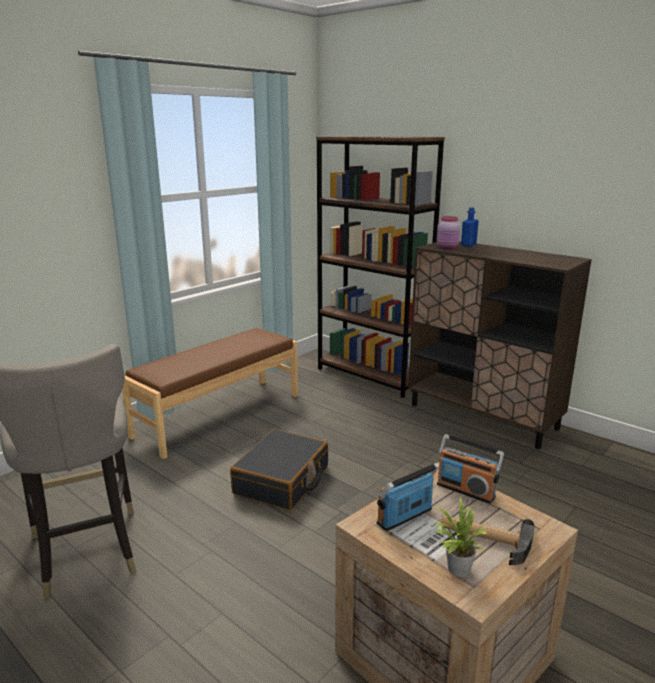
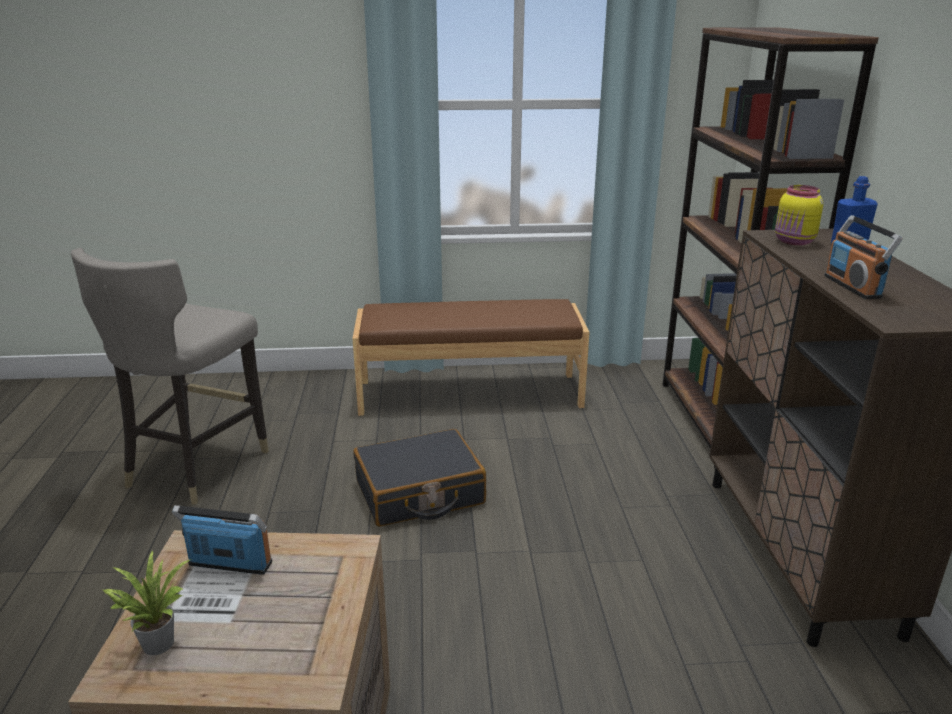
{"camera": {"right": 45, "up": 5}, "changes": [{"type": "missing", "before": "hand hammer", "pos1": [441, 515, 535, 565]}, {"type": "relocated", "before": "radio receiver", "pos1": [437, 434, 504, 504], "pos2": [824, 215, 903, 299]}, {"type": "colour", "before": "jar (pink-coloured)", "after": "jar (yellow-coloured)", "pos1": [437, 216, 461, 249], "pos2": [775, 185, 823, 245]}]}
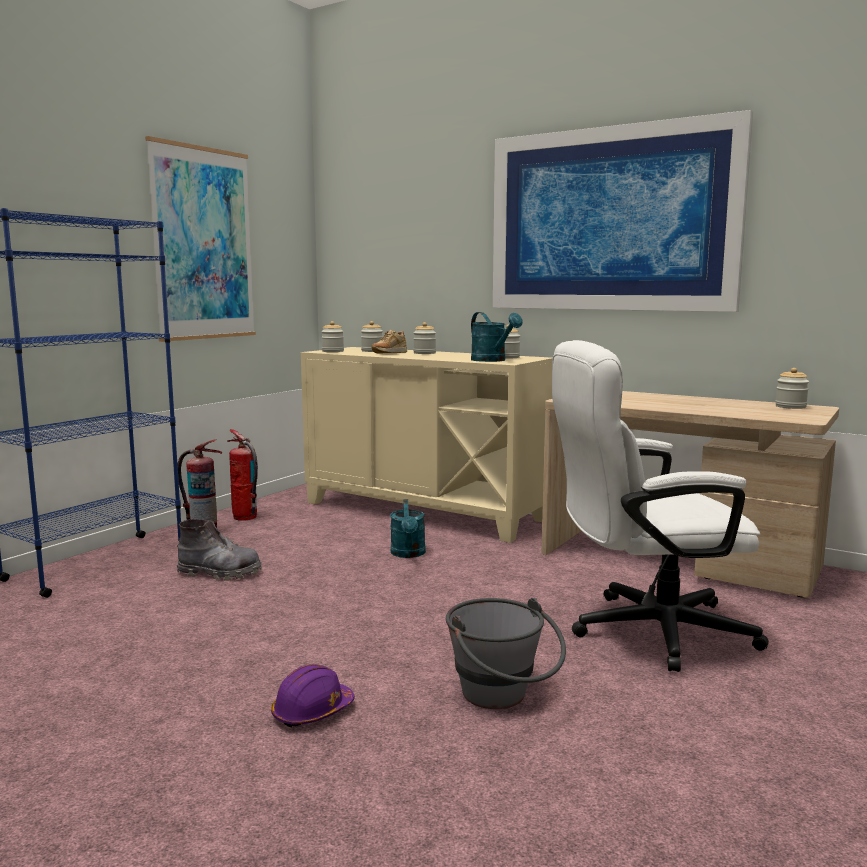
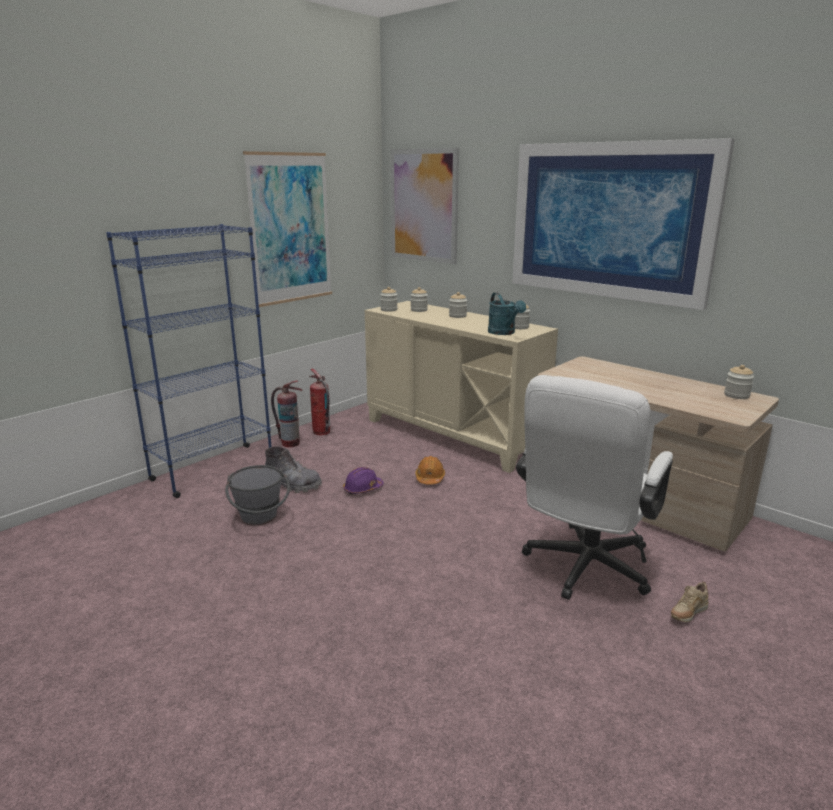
{"camera": {"right": 10, "up": 10}, "changes": [{"type": "appeared", "after": "wall art", "pos2": [391, 148, 459, 264]}, {"type": "relocated", "before": "safety helmet (purple-coloured)", "pos1": [271, 664, 354, 727], "pos2": [343, 467, 384, 495]}, {"type": "relocated", "before": "item of footwear (beige-coloured)", "pos1": [371, 330, 407, 354], "pos2": [671, 581, 708, 622]}, {"type": "relocated", "before": "bucket (grey)", "pos1": [446, 598, 566, 709], "pos2": [225, 465, 290, 525]}, {"type": "exchanged", "before": "sprinkling can (blue-green)", "after": "safety helmet (orange-coloured)", "pos1": [390, 499, 426, 558], "pos2": [415, 456, 445, 485]}, {"type": "spun", "before": "desk chair (whitish)", "pos1": [552, 340, 769, 672], "pos2": [516, 375, 673, 600], "turn": -60}]}
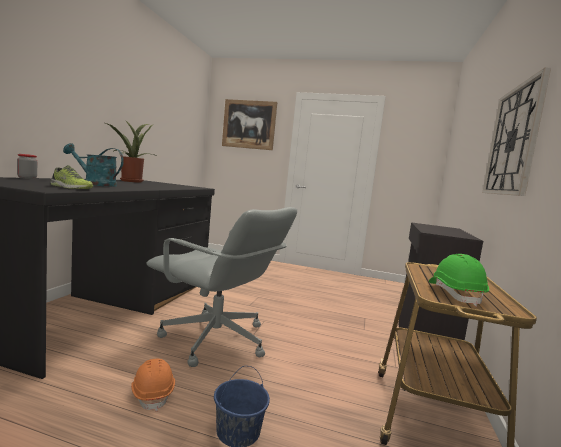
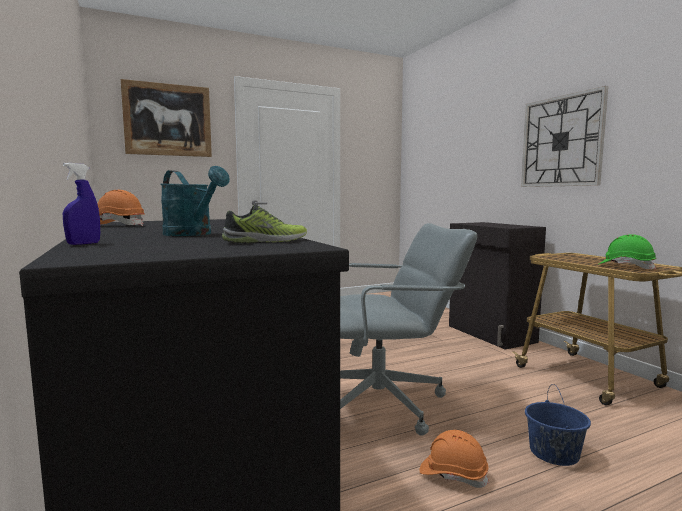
{"camera": {"right": -40, "up": 0}, "changes": [{"type": "exchanged", "before": "jar", "after": "spray bottle (blue)", "pos1": [17, 154, 37, 179], "pos2": [63, 163, 100, 245]}, {"type": "exchanged", "before": "plant in a pot", "after": "safety helmet (orange-coloured)", "pos1": [105, 121, 158, 182], "pos2": [98, 190, 145, 226]}, {"type": "spun", "before": "sprinkling can (blue-green)", "pos1": [63, 143, 124, 187], "pos2": [160, 166, 230, 236], "turn": -105}]}
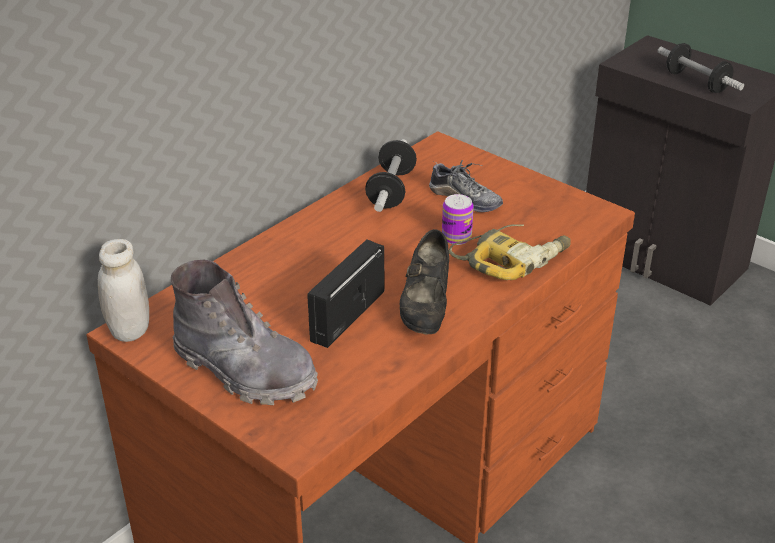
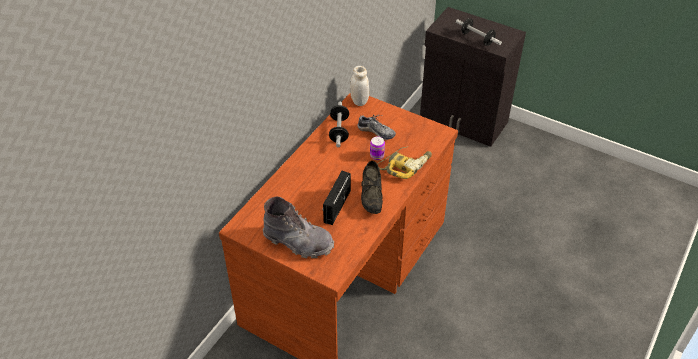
{"camera": {"right": -10, "up": 10}, "changes": [{"type": "relocated", "before": "jar (whitish)", "pos1": [98, 239, 149, 342], "pos2": [350, 66, 369, 106]}]}
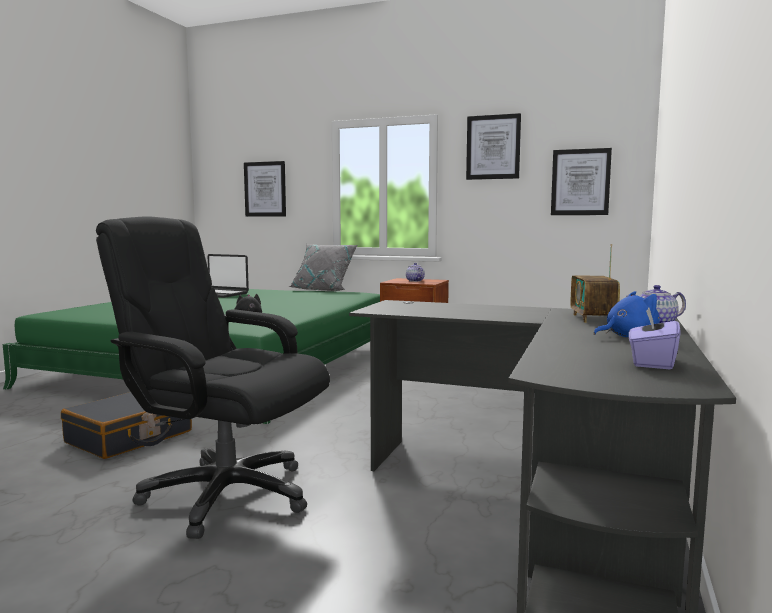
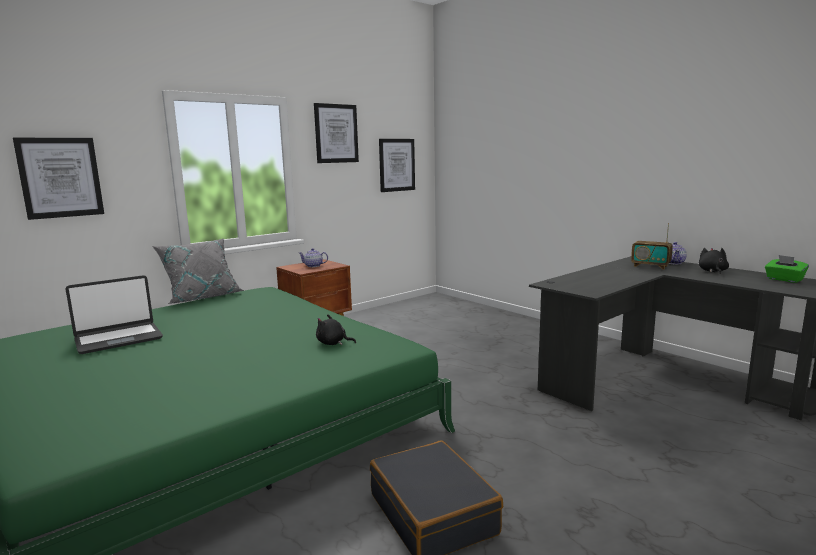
{"camera": {"right": -60, "up": 5}, "changes": [{"type": "missing", "before": "desk chair (black-coloured)", "pos1": [96, 216, 330, 539]}, {"type": "colour", "before": "plush toy (blue)", "after": "plush toy (black-coloured)", "pos1": [594, 291, 660, 337], "pos2": [699, 248, 729, 274]}, {"type": "colour", "before": "box of tissues (purple-coloured)", "after": "box of tissues (green)", "pos1": [629, 308, 681, 369], "pos2": [765, 255, 809, 283]}]}
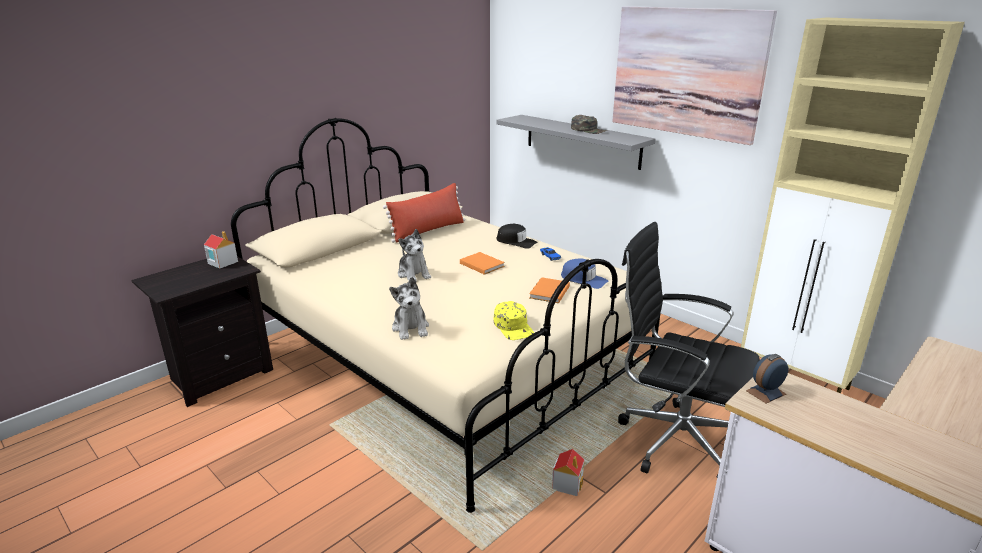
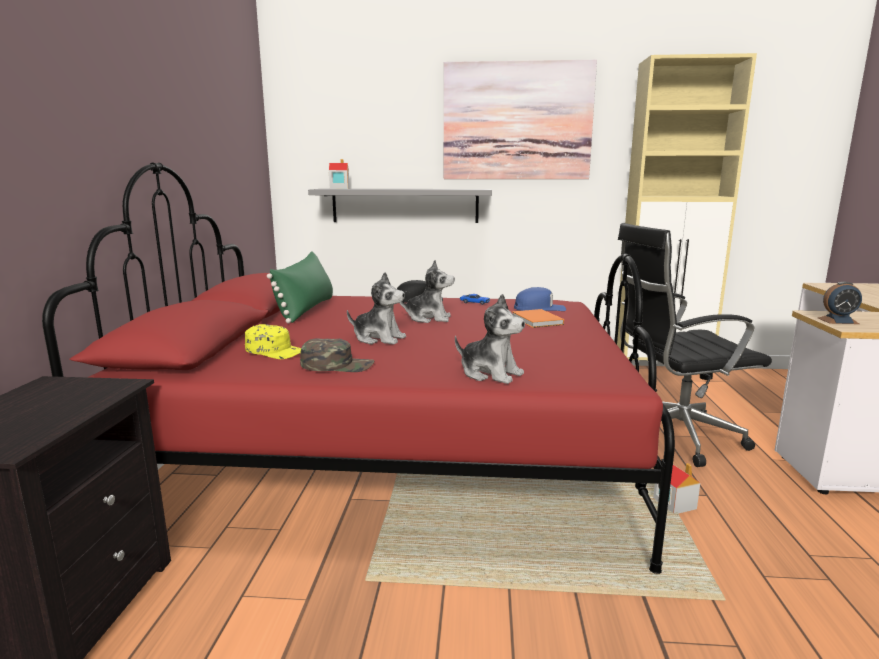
{"camera": {"right": -40, "up": -10}, "changes": [{"type": "relocated", "before": "toy house", "pos1": [204, 231, 238, 269], "pos2": [328, 159, 350, 189]}, {"type": "relocated", "before": "peaked cap (yellow-coloured)", "pos1": [493, 301, 534, 340], "pos2": [245, 324, 301, 359]}, {"type": "relocated", "before": "peaked cap (green)", "pos1": [571, 115, 607, 134], "pos2": [300, 339, 374, 372]}, {"type": "exchanged", "before": "book (orange-coloured)", "after": "plush toy", "pos1": [460, 252, 505, 275], "pos2": [400, 260, 454, 323]}, {"type": "colour", "before": "bed (beige-coloured)", "after": "bed (reddish)", "pos1": [231, 118, 661, 513], "pos2": [42, 162, 675, 574]}, {"type": "colour", "before": "throw pillow (reddish)", "after": "throw pillow (green)", "pos1": [383, 183, 465, 243], "pos2": [267, 251, 333, 323]}, {"type": "spun", "before": "bedside clock", "pos1": [746, 354, 789, 403], "pos2": [818, 282, 862, 324], "turn": -105}]}
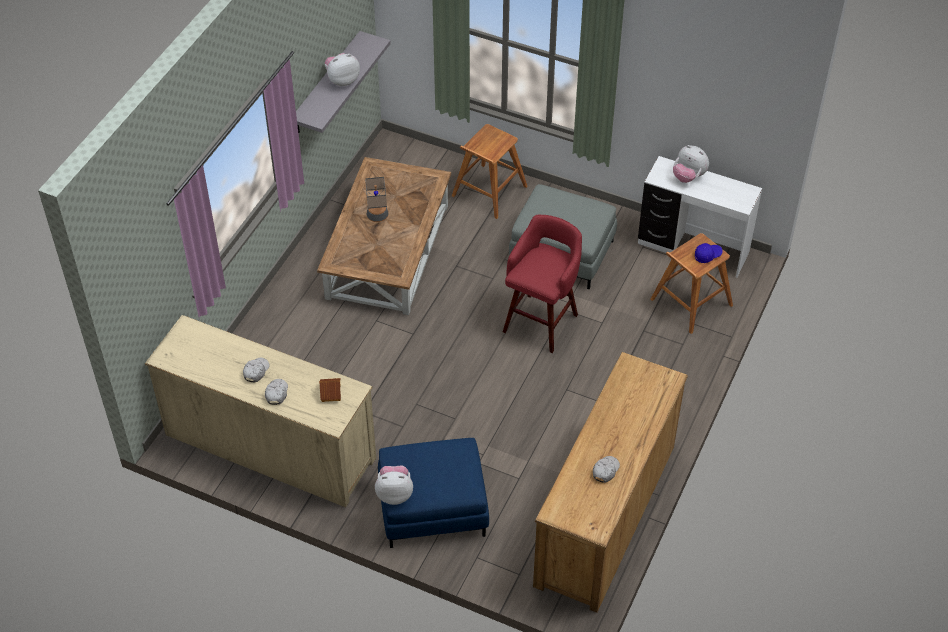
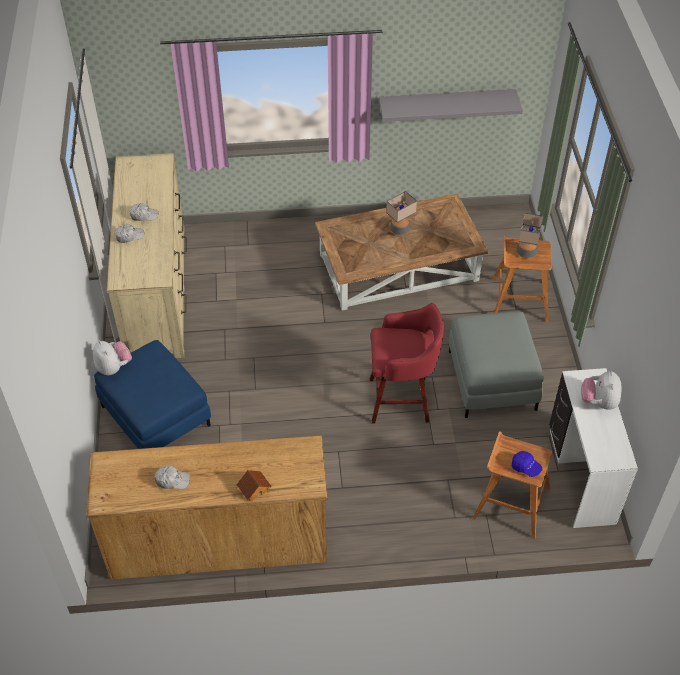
{"camera": {"right": 60, "up": 0}, "changes": [{"type": "missing", "before": "plush toy", "pos1": [325, 53, 360, 87]}, {"type": "appeared", "after": "tabletop lamp", "pos2": [516, 213, 543, 258]}, {"type": "relocated", "before": "toy house", "pos1": [319, 378, 341, 402], "pos2": [237, 470, 272, 502]}]}
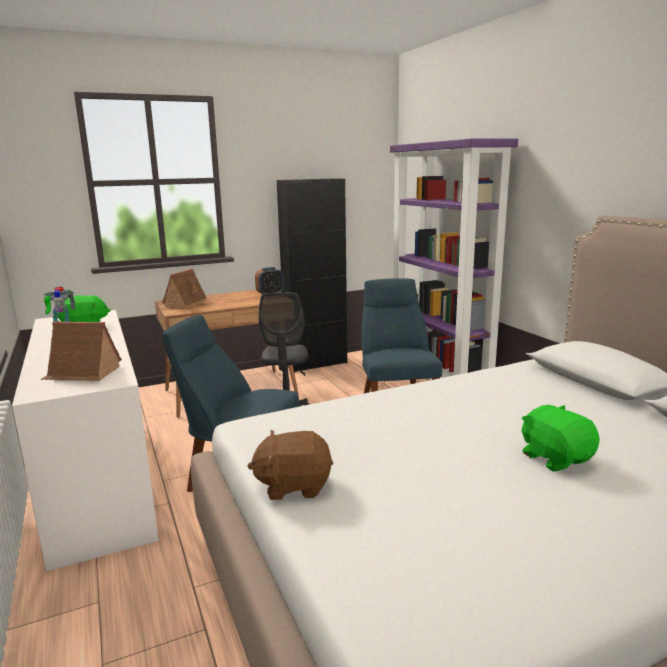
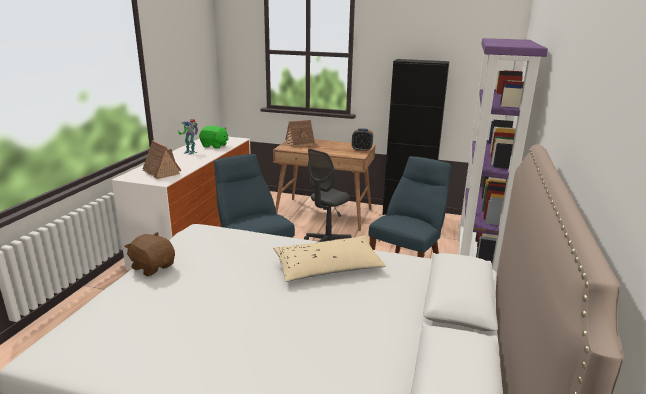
{"camera": {"right": 40, "up": 5}, "changes": [{"type": "missing", "before": "plush toy (green)", "pos1": [521, 405, 600, 471]}, {"type": "appeared", "after": "throw pillow (beige-coloured)", "pos2": [273, 235, 386, 282]}]}
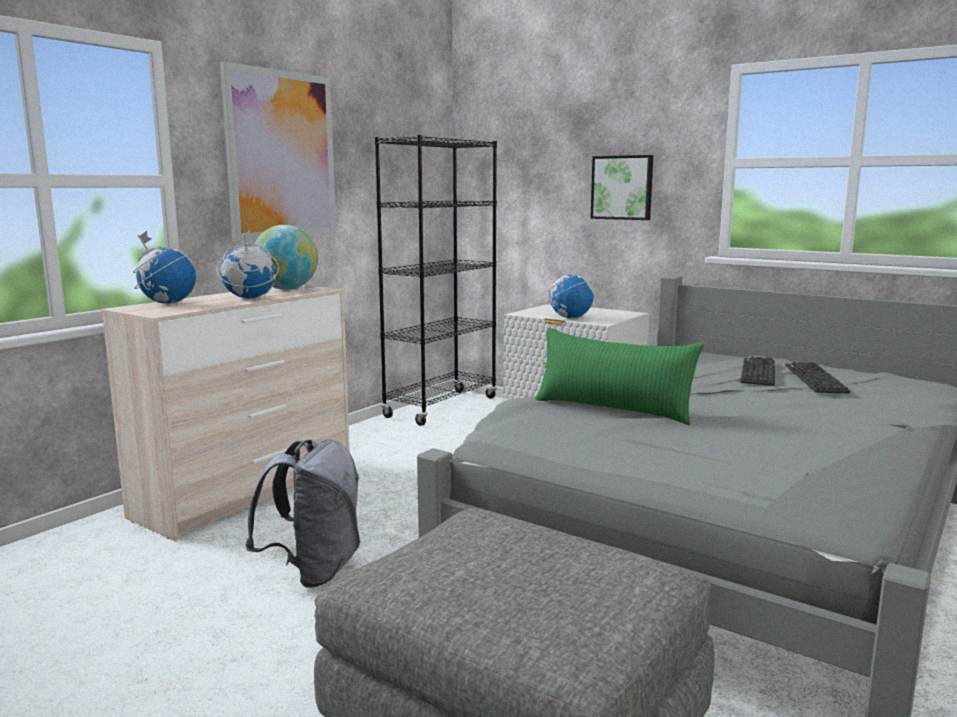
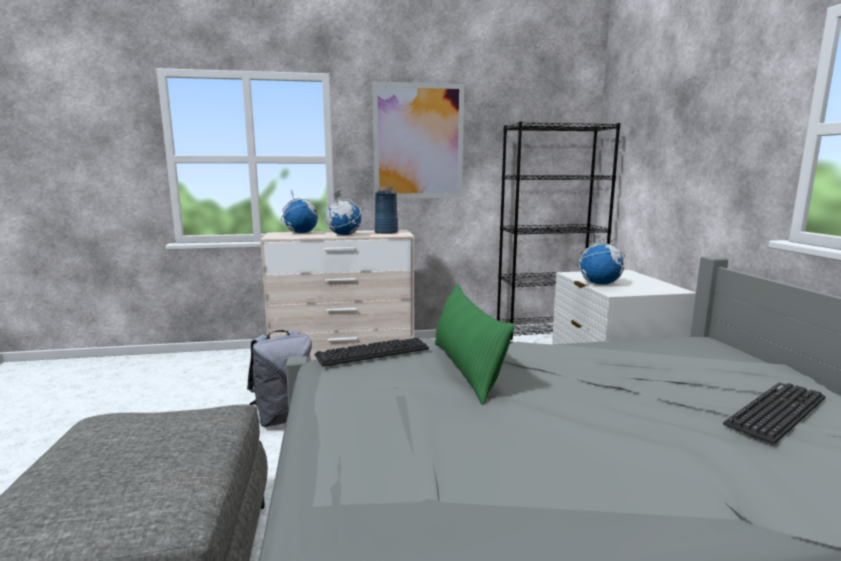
{"camera": {"right": 45, "up": 0}, "changes": [{"type": "missing", "before": "wall art", "pos1": [591, 155, 653, 220]}, {"type": "relocated", "before": "computer keyboard", "pos1": [740, 356, 775, 386], "pos2": [315, 338, 429, 367]}, {"type": "exchanged", "before": "desk globe", "after": "flower vase (blue)", "pos1": [254, 225, 318, 290], "pos2": [375, 186, 398, 234]}]}
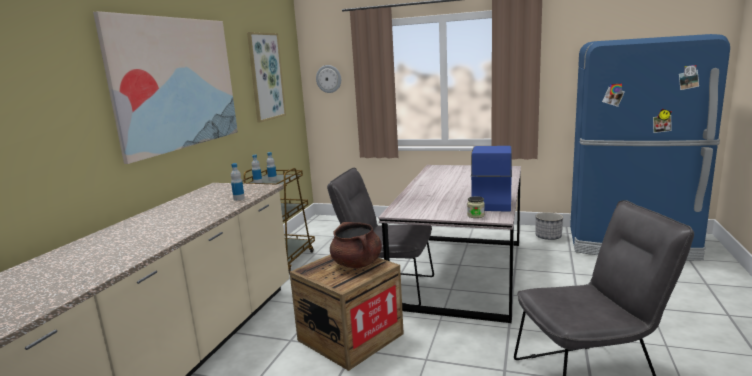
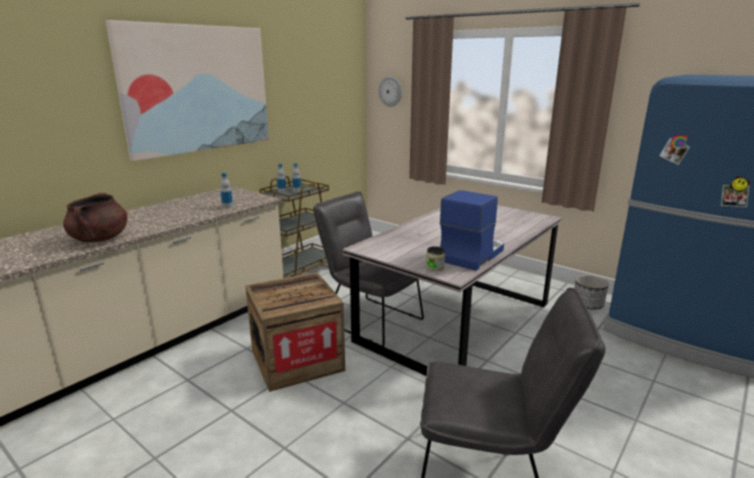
{"camera": {"right": 20, "up": 5}, "changes": [{"type": "missing", "before": "wall art", "pos1": [247, 32, 286, 123]}, {"type": "relocated", "before": "stockpot (brown-coloured)", "pos1": [330, 222, 382, 269], "pos2": [63, 193, 127, 242]}]}
